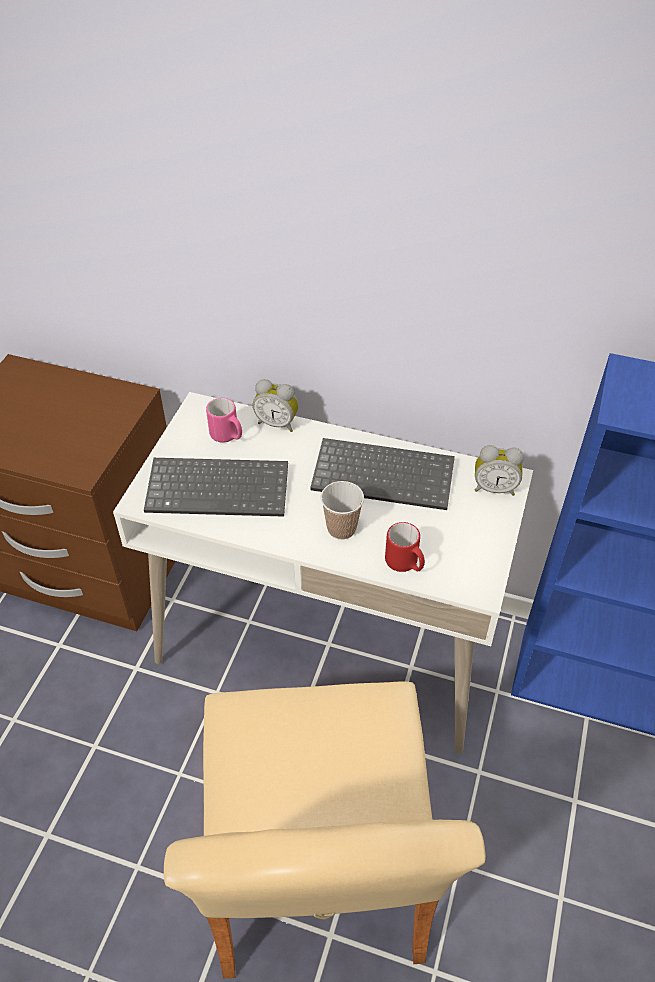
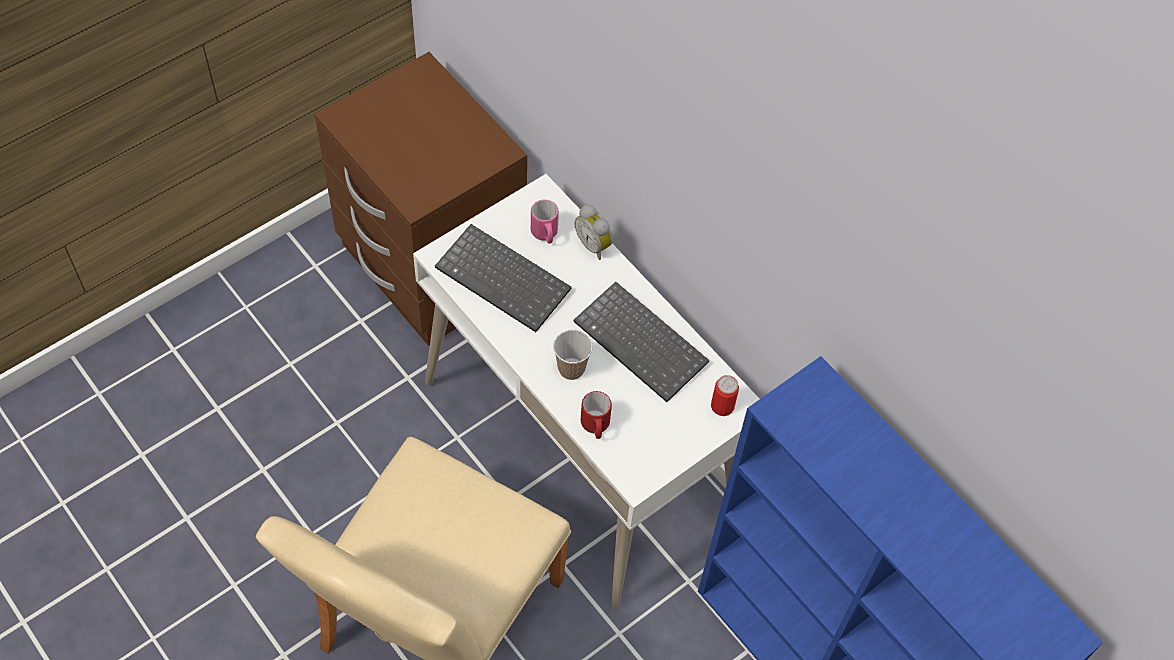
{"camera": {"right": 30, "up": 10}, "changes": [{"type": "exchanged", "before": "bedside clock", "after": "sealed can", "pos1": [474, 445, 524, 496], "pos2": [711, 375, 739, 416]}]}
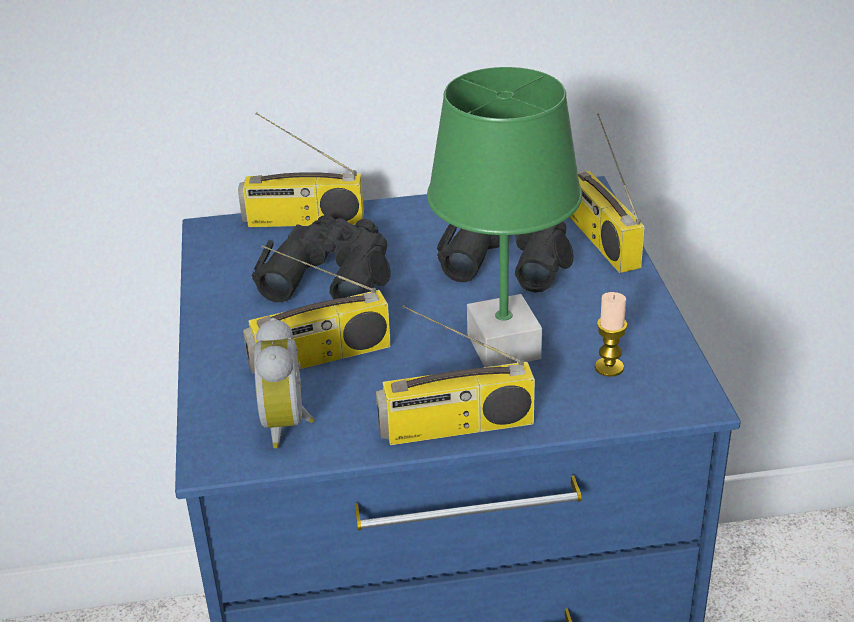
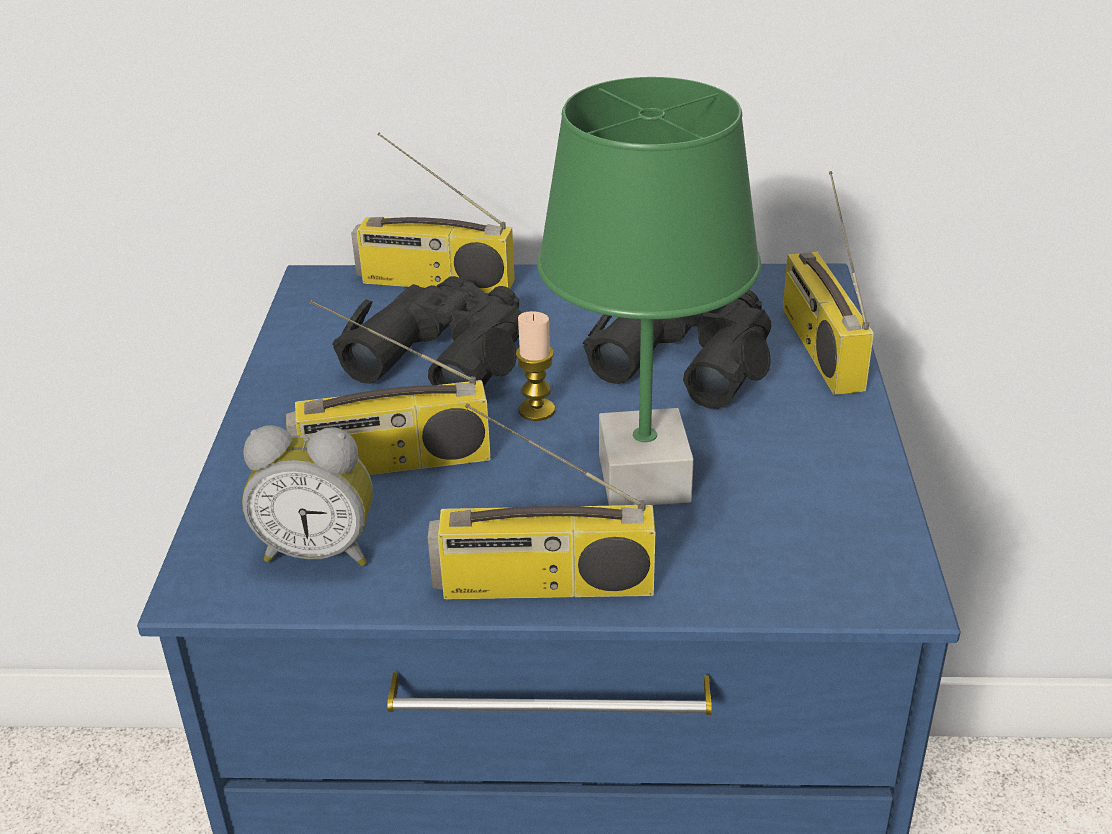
{"camera": {"right": 10, "up": 0}, "changes": [{"type": "relocated", "before": "wax light", "pos1": [595, 292, 628, 377], "pos2": [516, 311, 555, 421]}, {"type": "spun", "before": "bedside clock", "pos1": [254, 318, 314, 448], "pos2": [242, 425, 373, 566], "turn": -90}]}
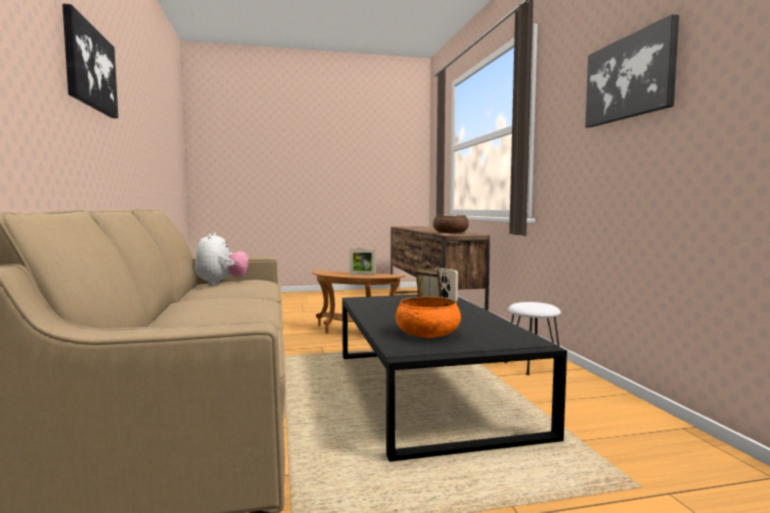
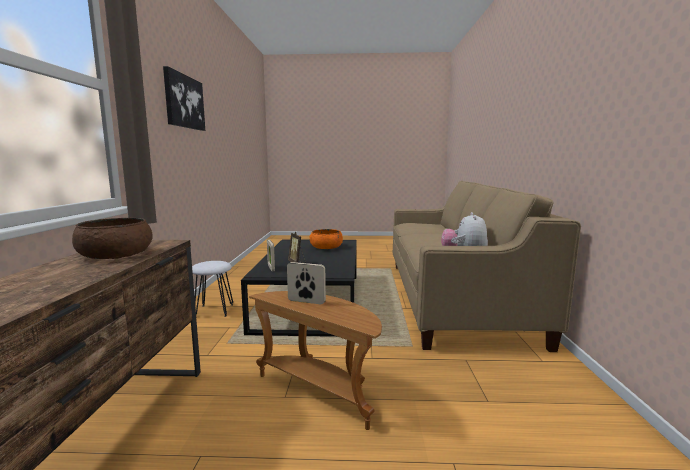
{"camera": {"right": -165, "up": 5}, "changes": [{"type": "missing", "before": "wall art", "pos1": [62, 4, 118, 118]}]}
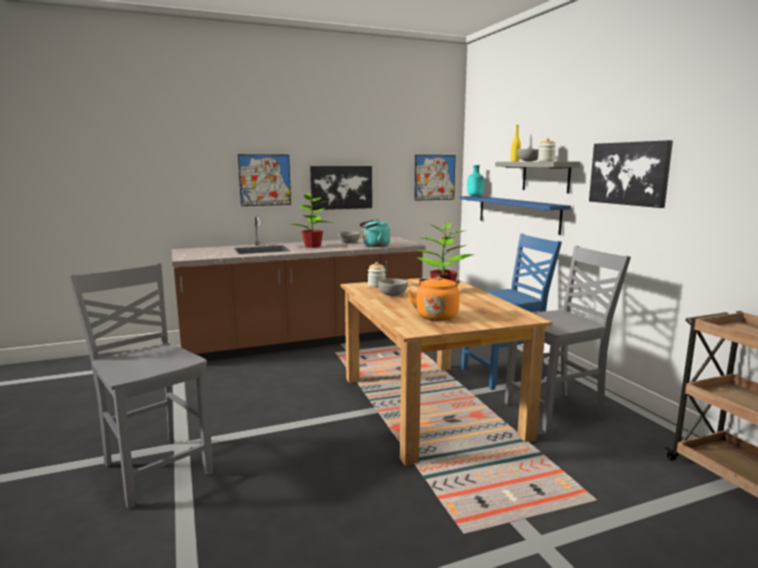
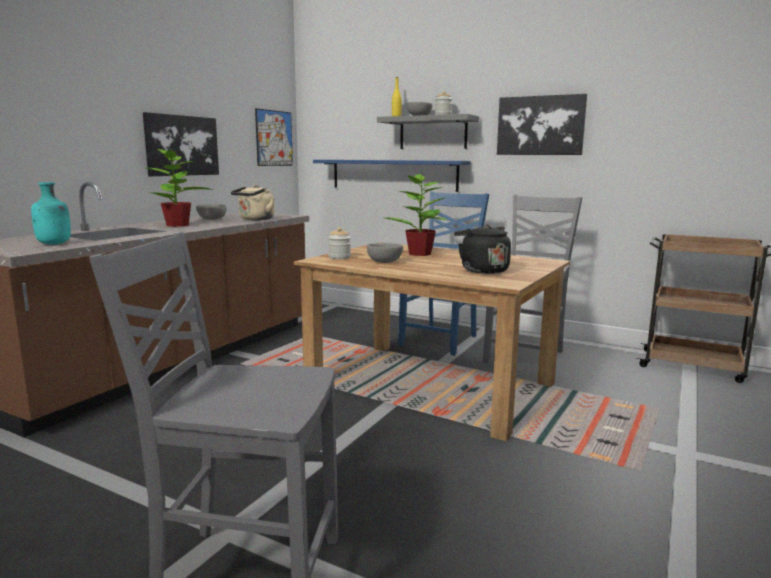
{"camera": {"right": -40, "up": 0}, "changes": [{"type": "missing", "before": "wall art", "pos1": [238, 154, 291, 206]}, {"type": "relocated", "before": "beverage bottle (blue-green)", "pos1": [467, 165, 484, 197], "pos2": [31, 182, 71, 244]}, {"type": "colour", "before": "water kettle (blue-green)", "after": "water kettle (beige-coloured)", "pos1": [360, 219, 390, 247], "pos2": [231, 185, 275, 220]}, {"type": "colour", "before": "water kettle (orange-coloured)", "after": "water kettle (black-coloured)", "pos1": [408, 276, 460, 321], "pos2": [454, 225, 511, 274]}]}
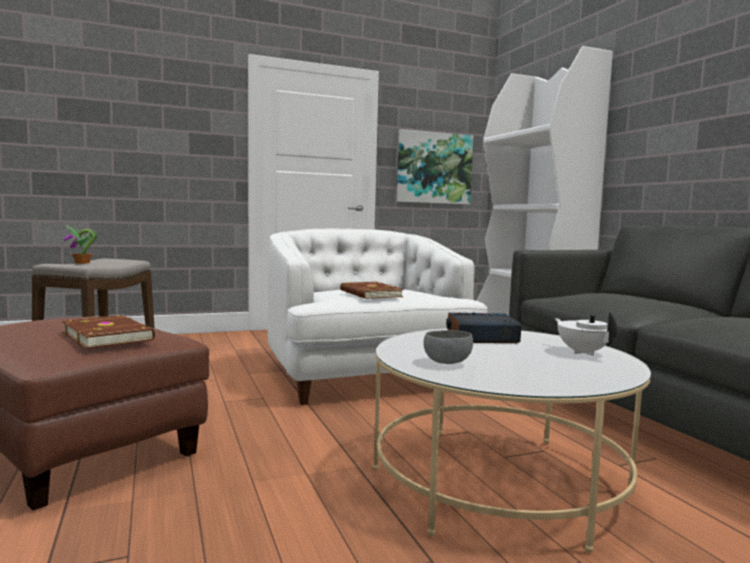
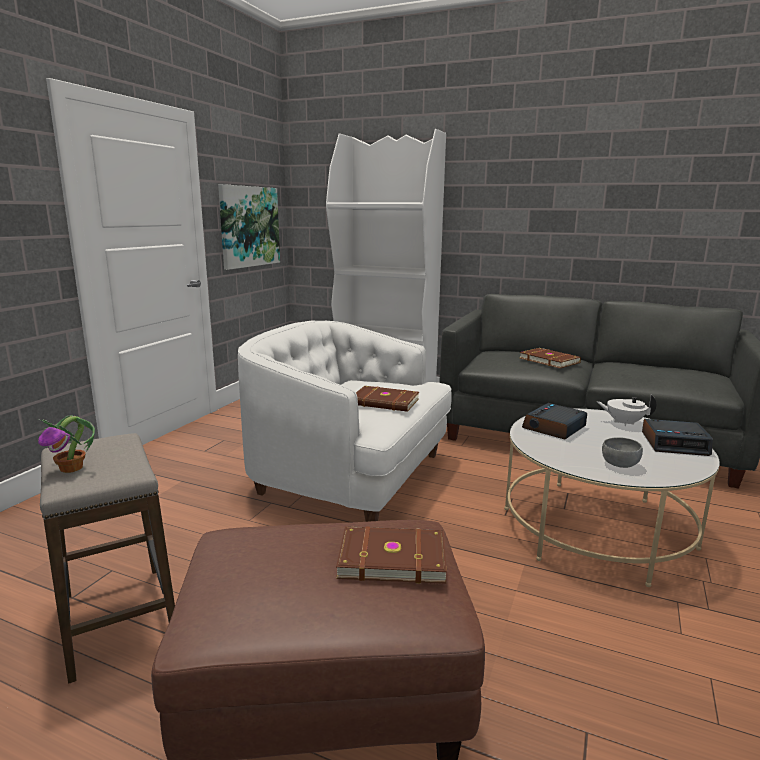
{"camera": {"right": -45, "up": 10}, "changes": [{"type": "appeared", "after": "book (brown-coloured)", "pos2": [519, 348, 581, 368]}, {"type": "appeared", "after": "bedside clock", "pos2": [642, 419, 713, 456]}]}
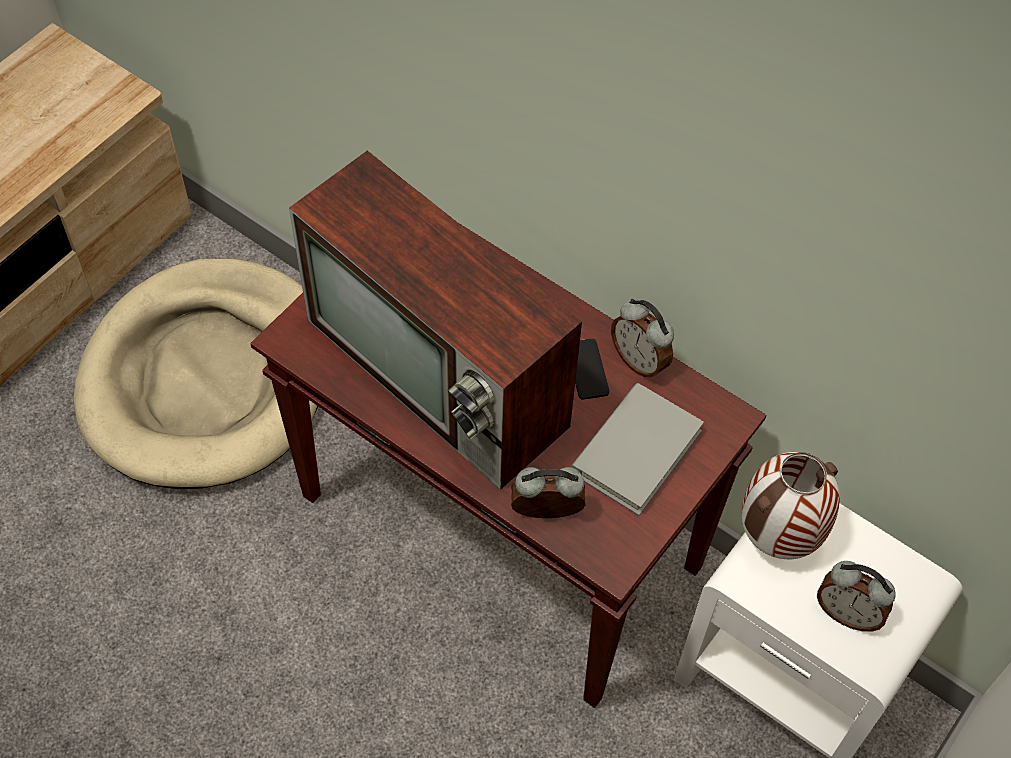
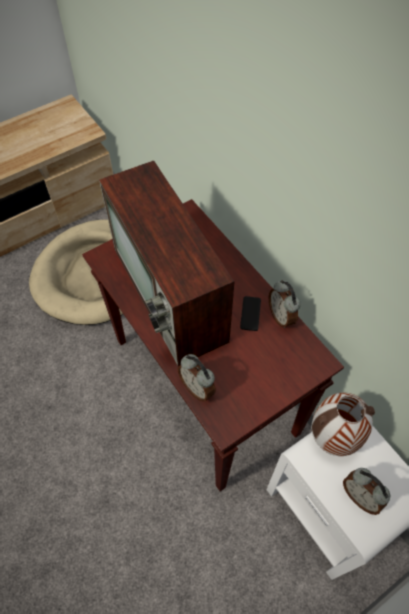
{"camera": {"right": 20, "up": 0}, "changes": [{"type": "missing", "before": "book (grey)", "pos1": [571, 383, 704, 516]}, {"type": "spun", "before": "bedside clock", "pos1": [511, 467, 586, 518], "pos2": [178, 354, 216, 402], "turn": -150}]}
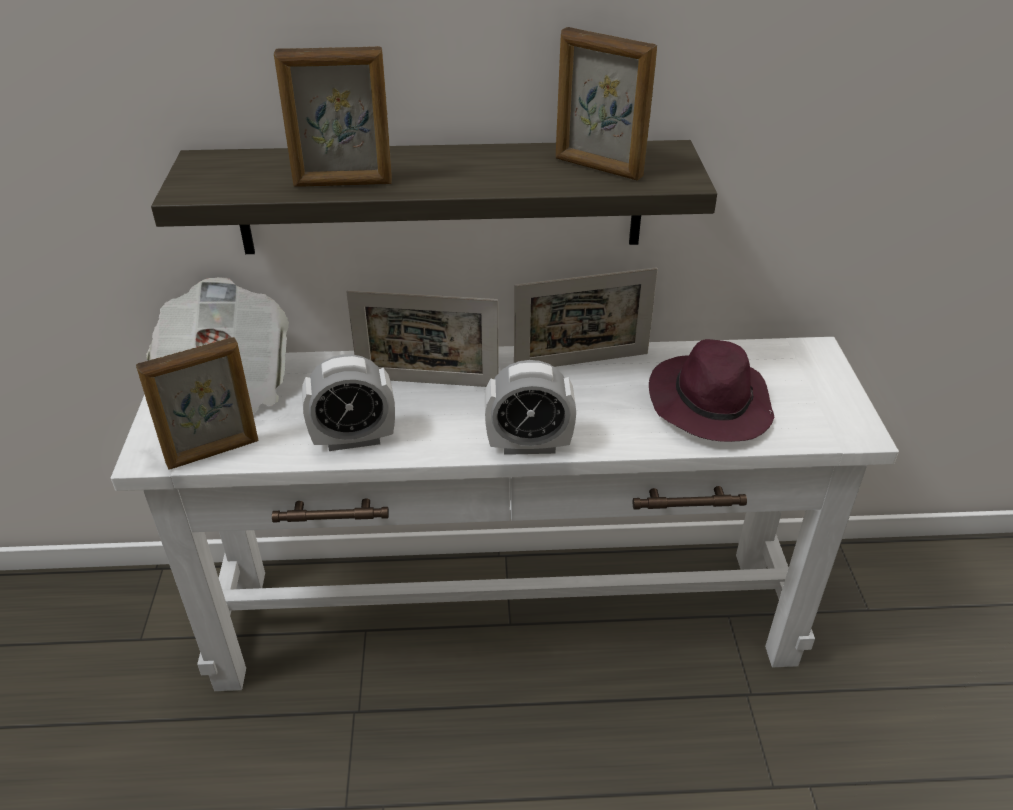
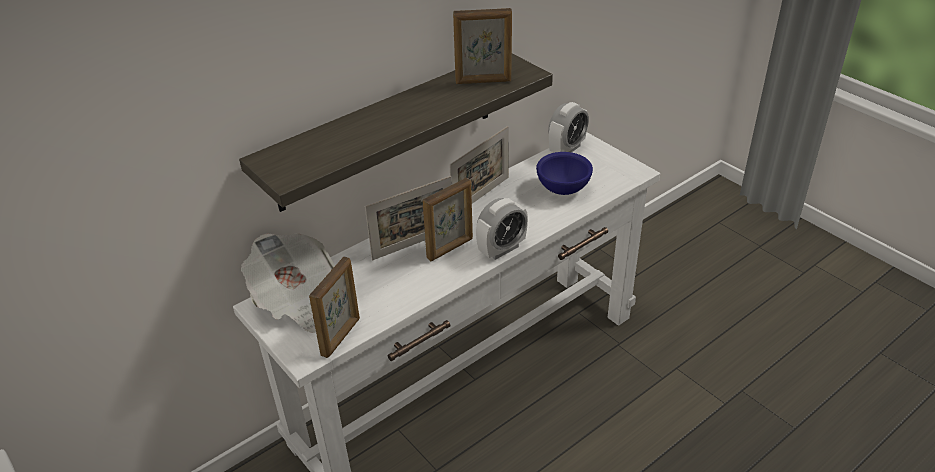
{"camera": {"right": -35, "up": 0}, "changes": [{"type": "relocated", "before": "picture frame", "pos1": [274, 46, 392, 187], "pos2": [423, 178, 473, 261]}, {"type": "relocated", "before": "bedside clock", "pos1": [302, 354, 395, 451], "pos2": [548, 102, 589, 153]}, {"type": "exchanged", "before": "hat (purple-coloured)", "after": "deep dish (blue)", "pos1": [649, 339, 774, 442], "pos2": [536, 152, 593, 195]}]}
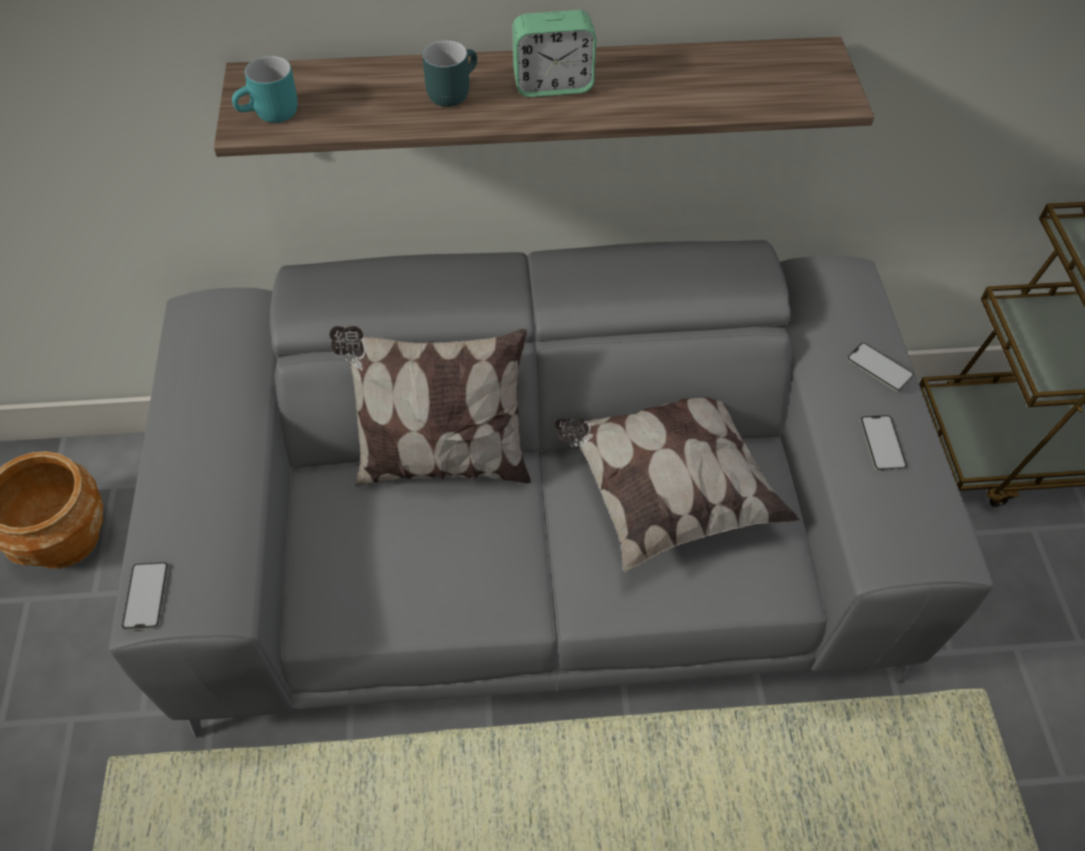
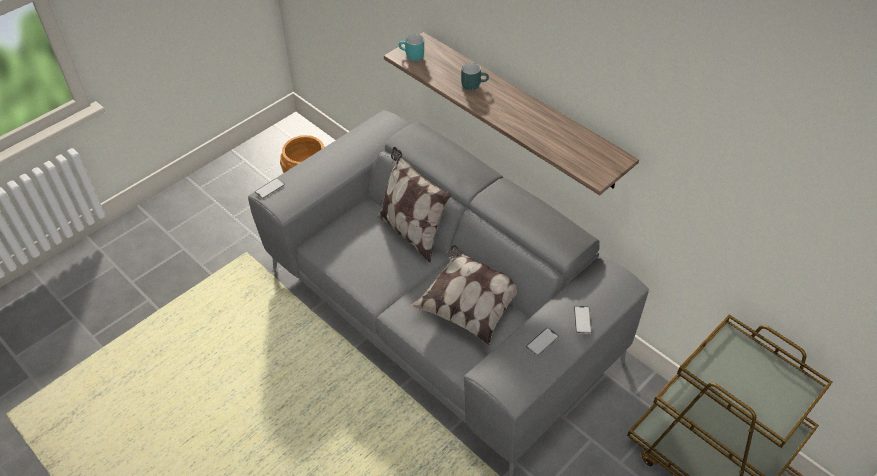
{"camera": {"right": 50, "up": -5}, "changes": [{"type": "missing", "before": "bedside clock", "pos1": [513, 10, 596, 97]}]}
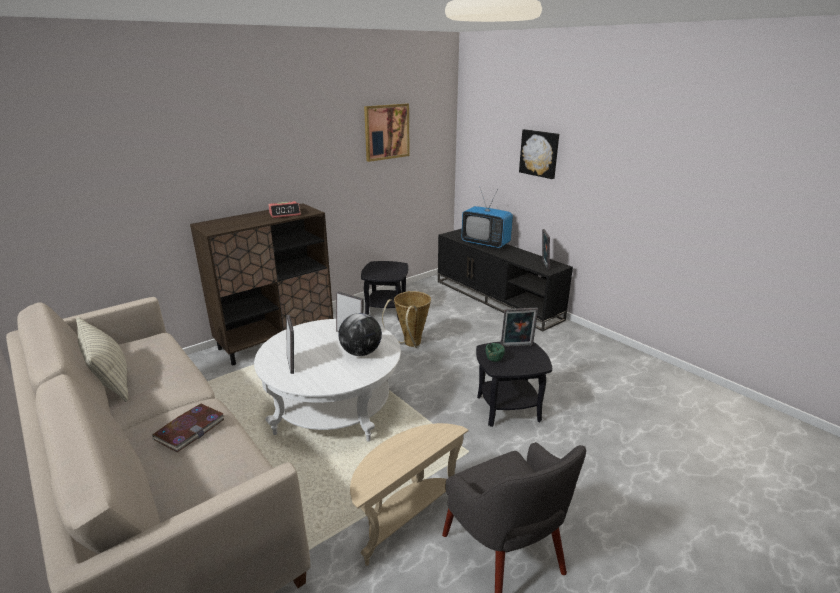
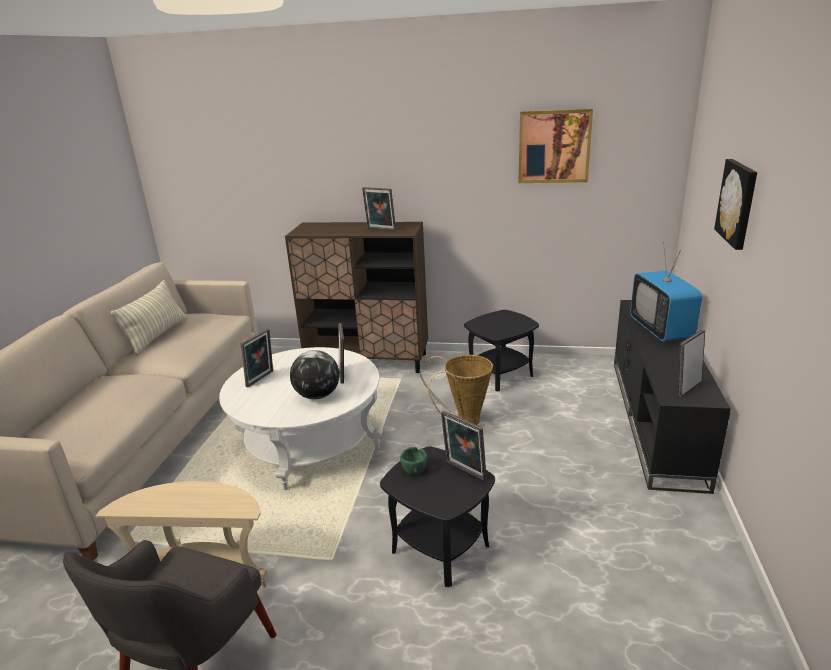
{"camera": {"right": 50, "up": 0}, "changes": [{"type": "missing", "before": "book", "pos1": [152, 404, 225, 452]}, {"type": "exchanged", "before": "bedside clock", "after": "picture frame", "pos1": [268, 201, 301, 218], "pos2": [362, 187, 396, 231]}]}
